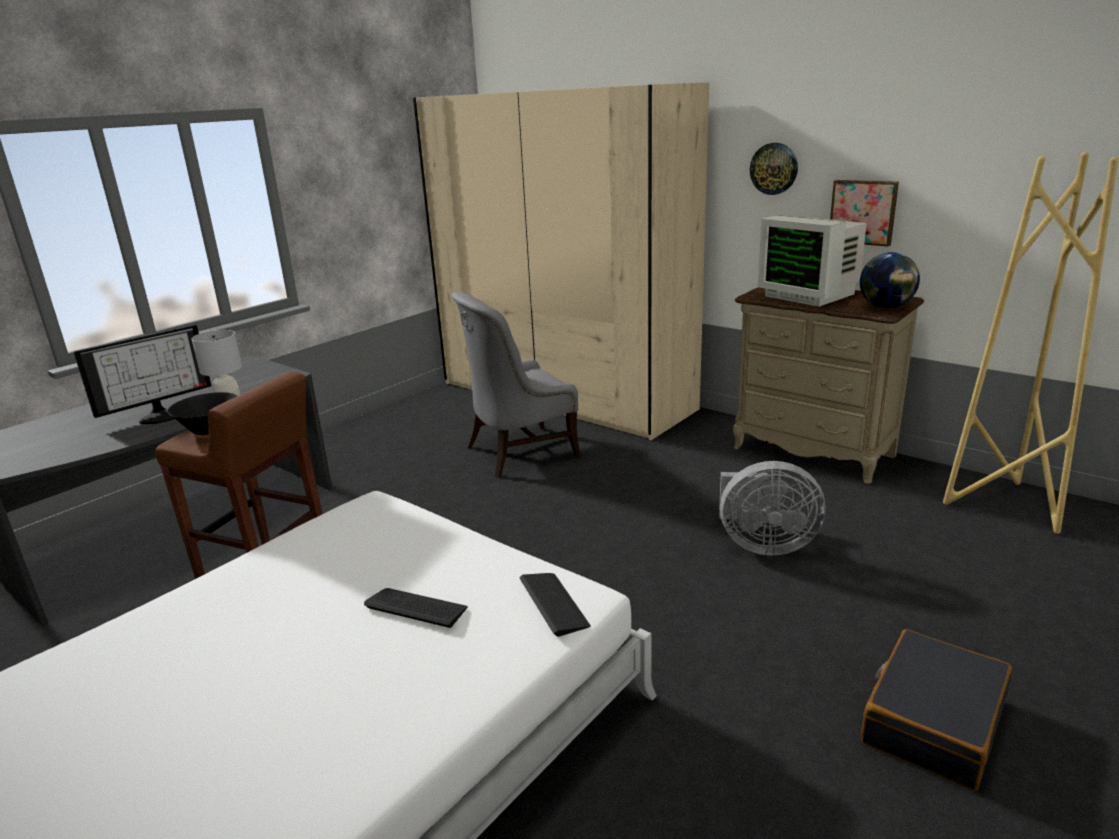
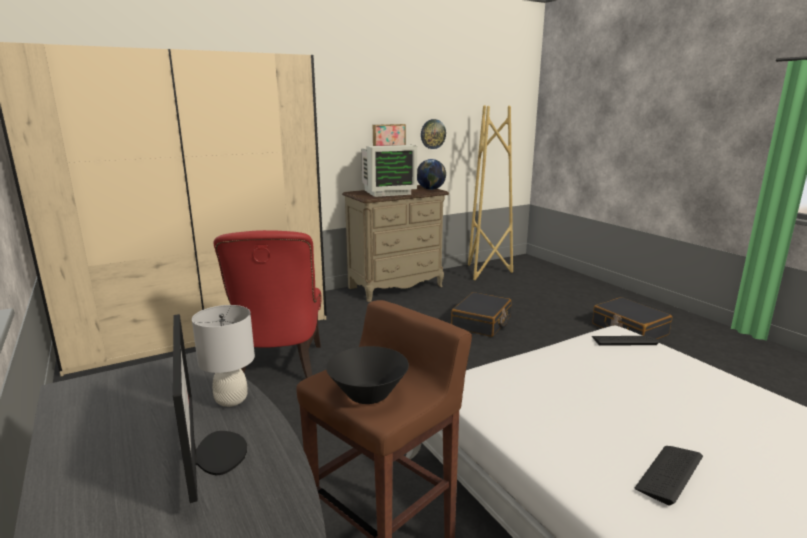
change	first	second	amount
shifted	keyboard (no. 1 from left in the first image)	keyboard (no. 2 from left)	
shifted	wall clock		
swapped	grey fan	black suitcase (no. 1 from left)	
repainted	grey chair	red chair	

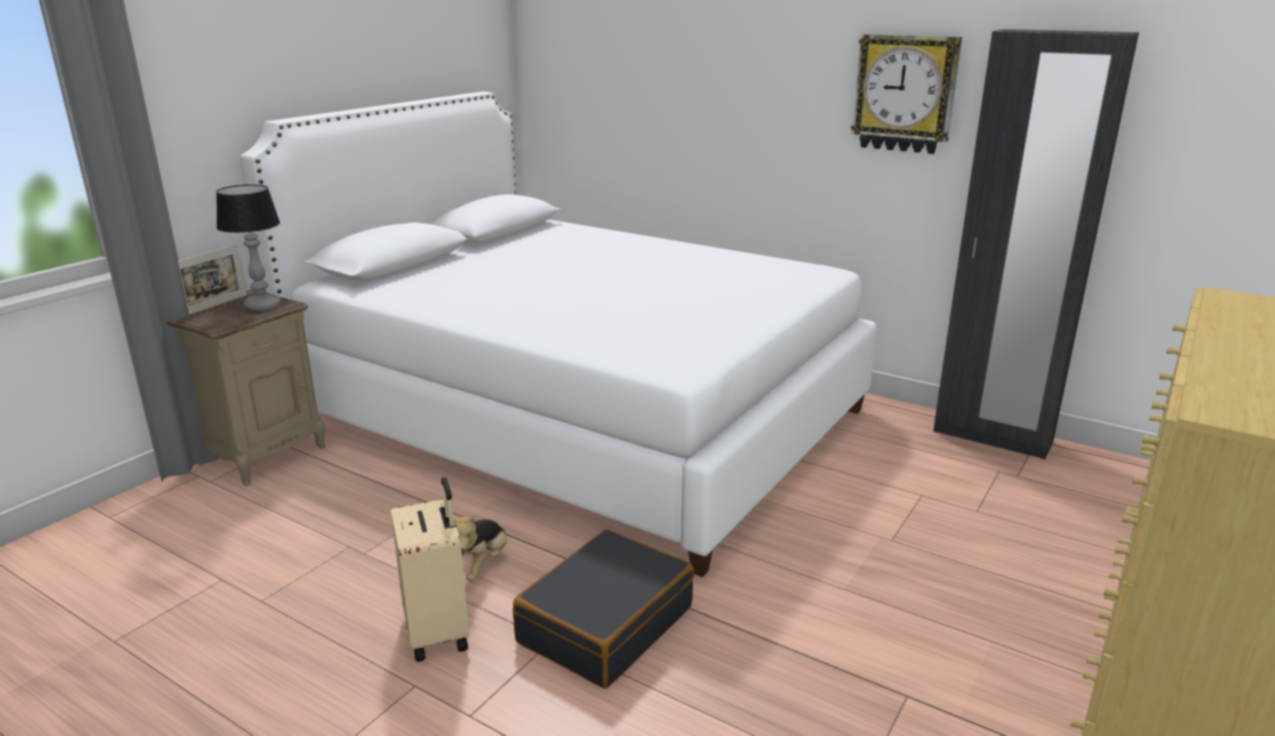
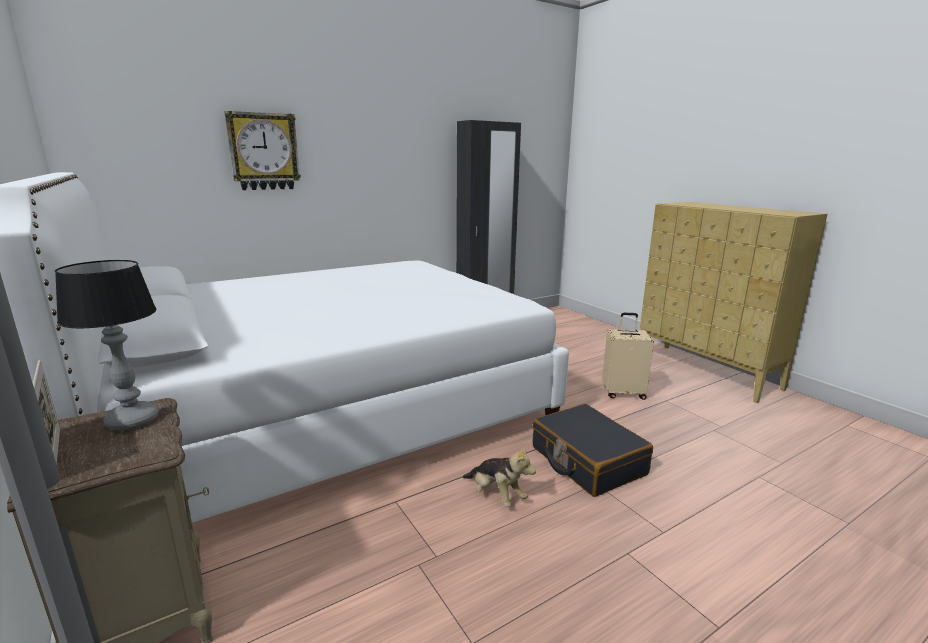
change	first	second	amount
shifted	beige suitcase		
shifted	wall clock		

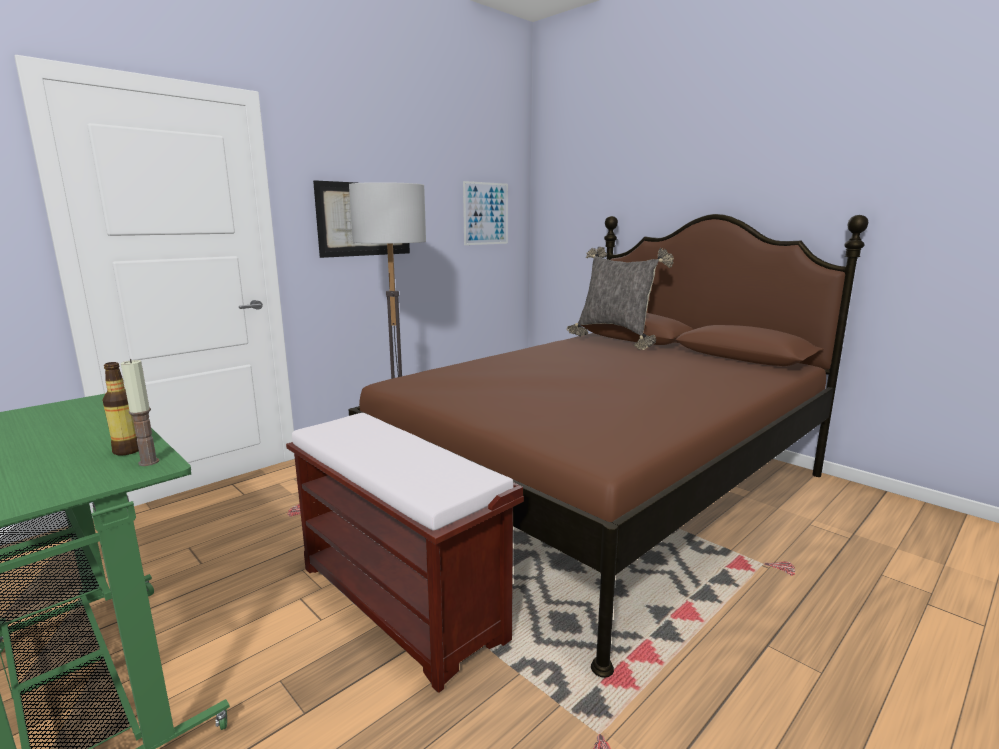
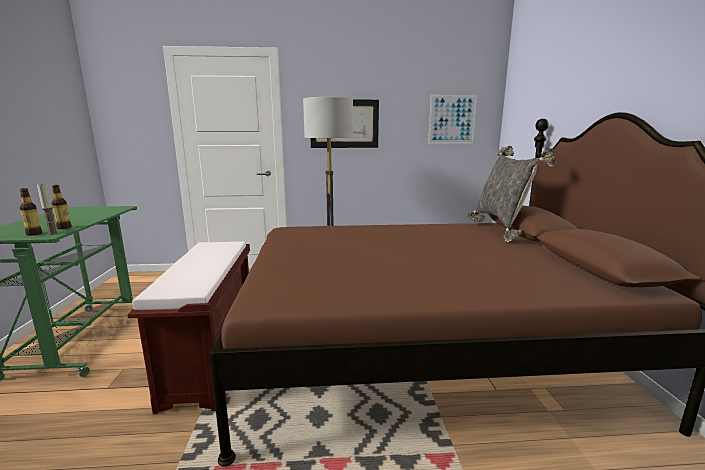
change	first	second	amount
new		bottle (no. 1 from left)	

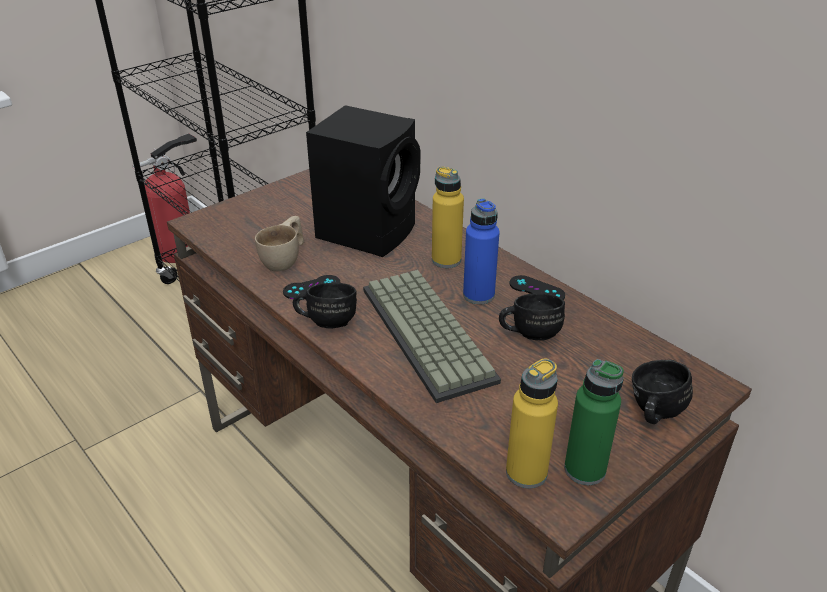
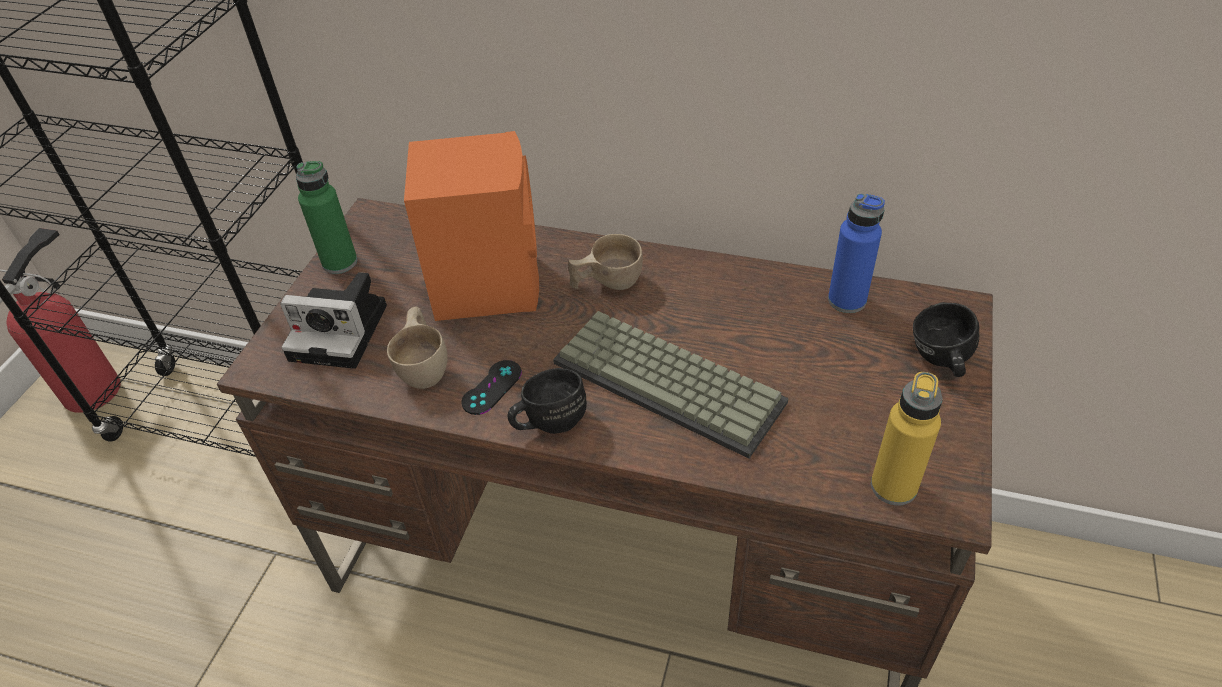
change	first	second	amount
gone	black mug (no. 2 from left)		
gone	black game controller (no. 2 from left)		
new		photo camera	
shifted	blue bottle		
shifted	green bottle		
swapped	yellow bottle (no. 1 from left)	beige cup (no. 2 from left)	
repainted	black speaker	orange speaker	

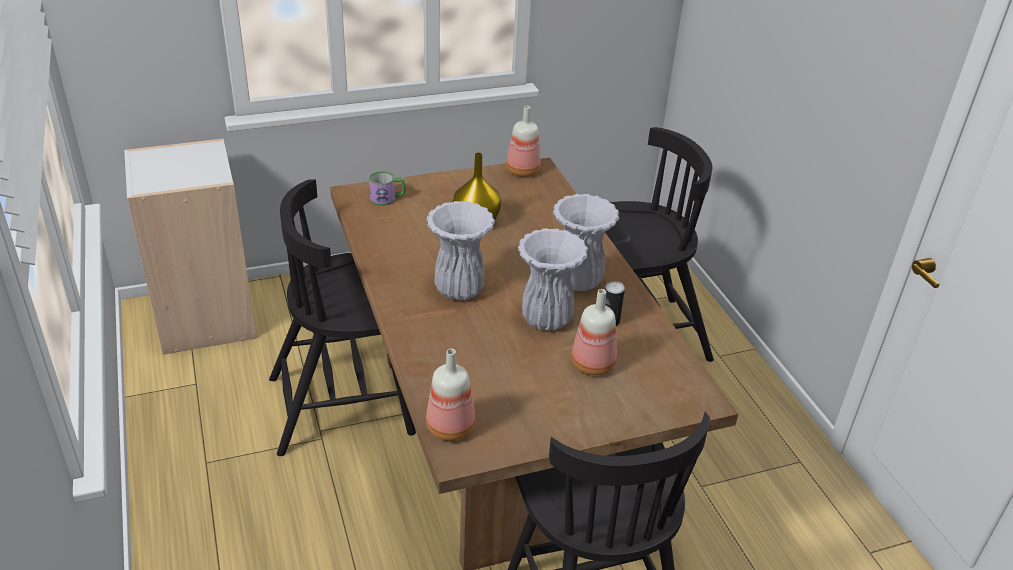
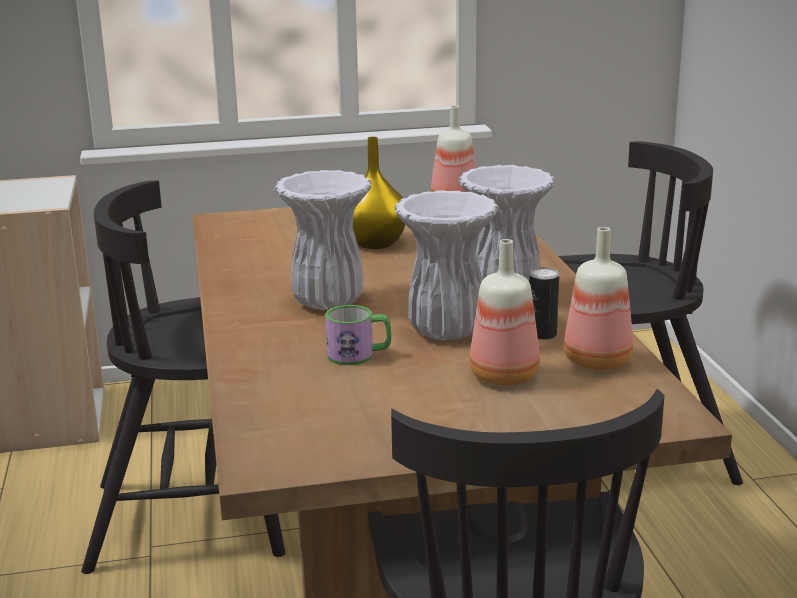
change	first	second	amount
shifted	mug		
shifted	bottle (no. 1 from left in the first image)	bottle (no. 3 from left)	

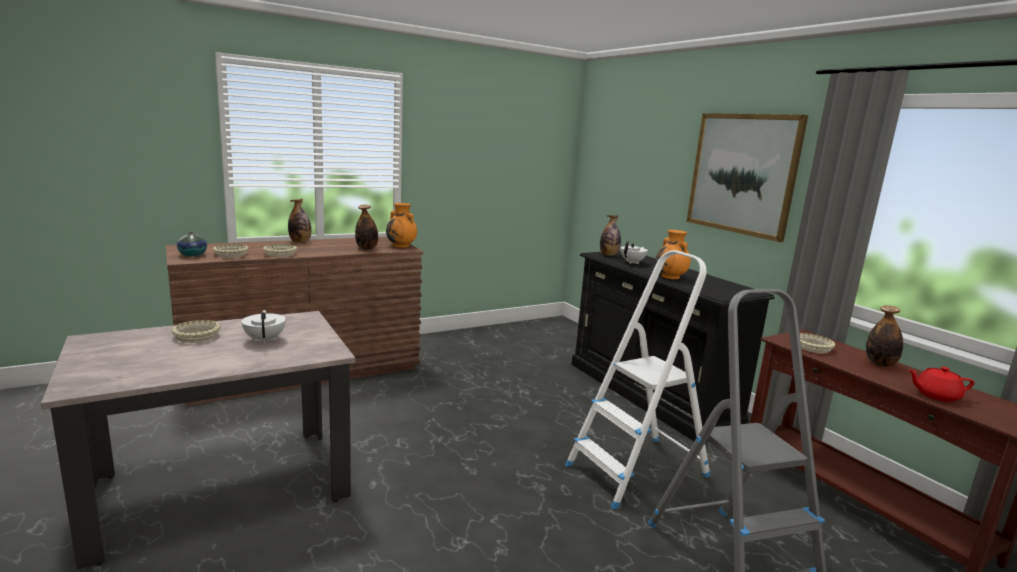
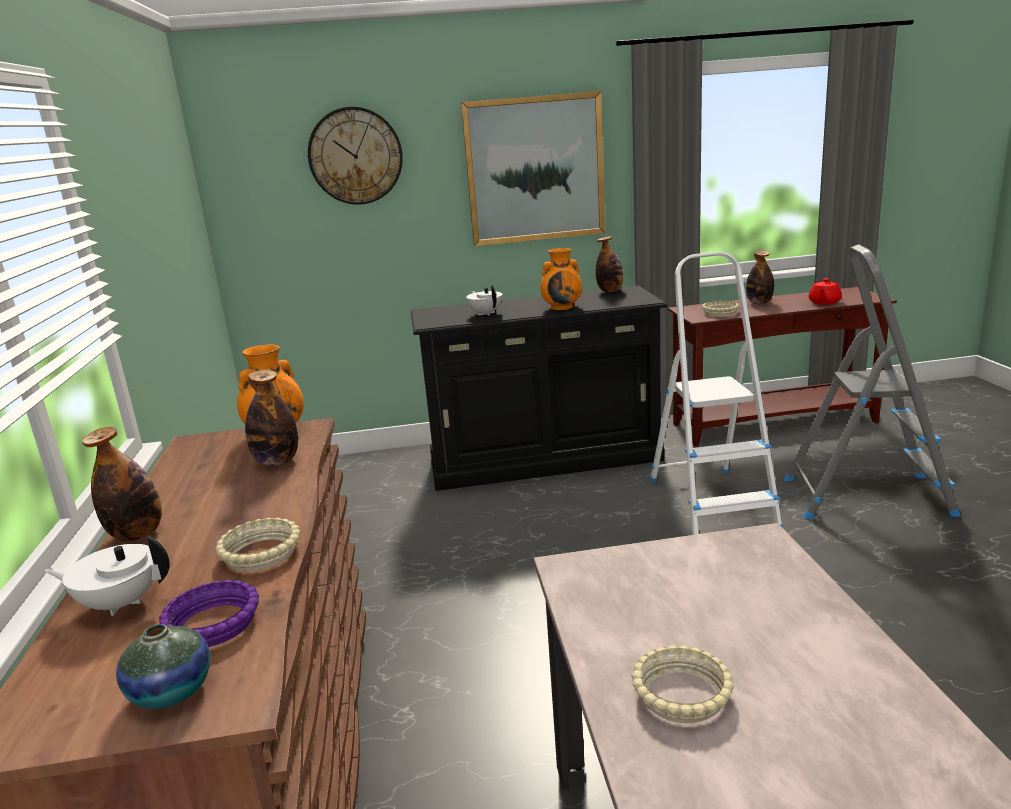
change	first	second	amount
new		wall clock	
shifted	white teapot (no. 1 from left)		
shifted	bottle (no. 3 from left)		
repainted	beige bowl (no. 2 from left)	purple bowl	

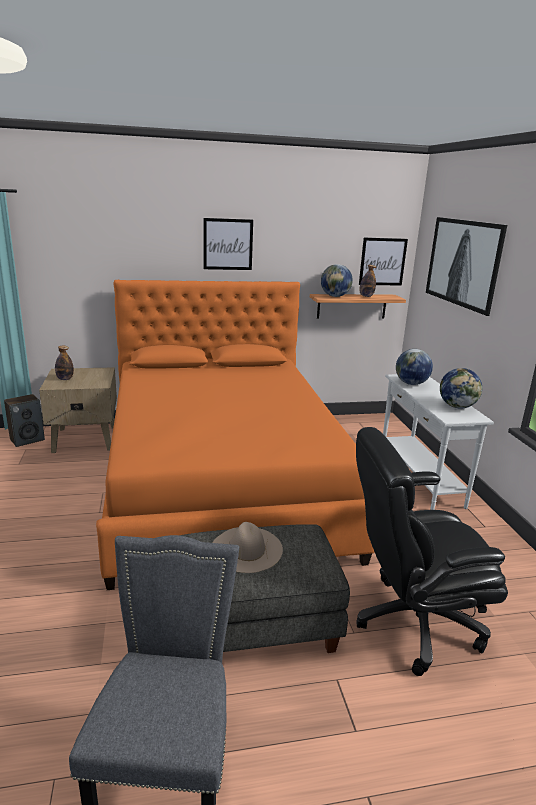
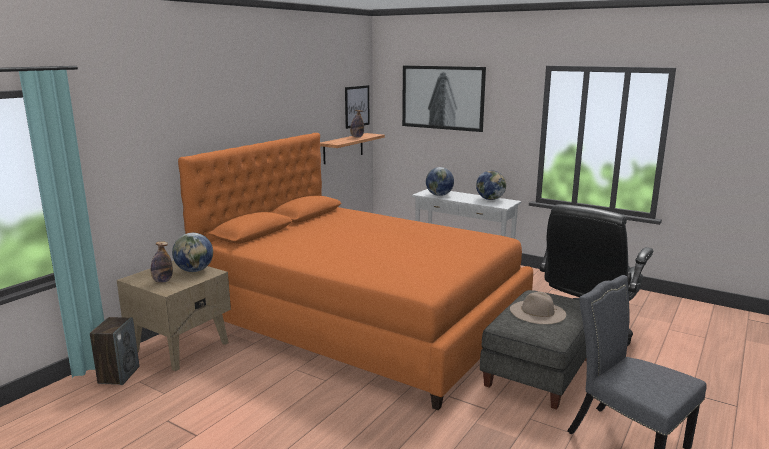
change	first	second	amount
gone	picture (no. 1 from left)		
shifted	globe (no. 1 from left)		

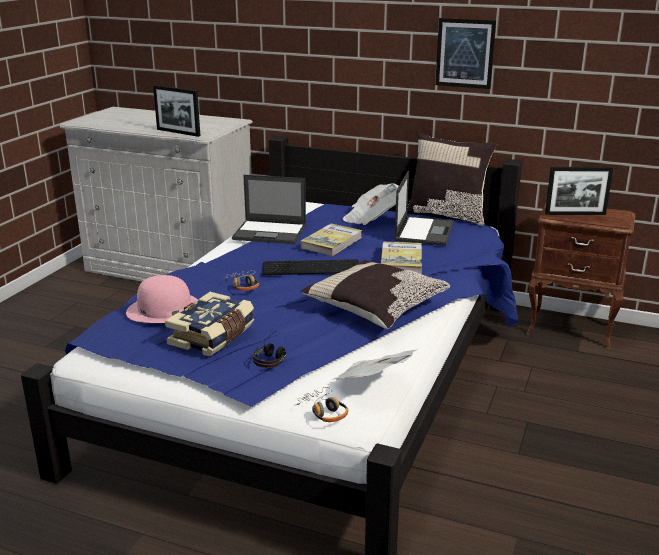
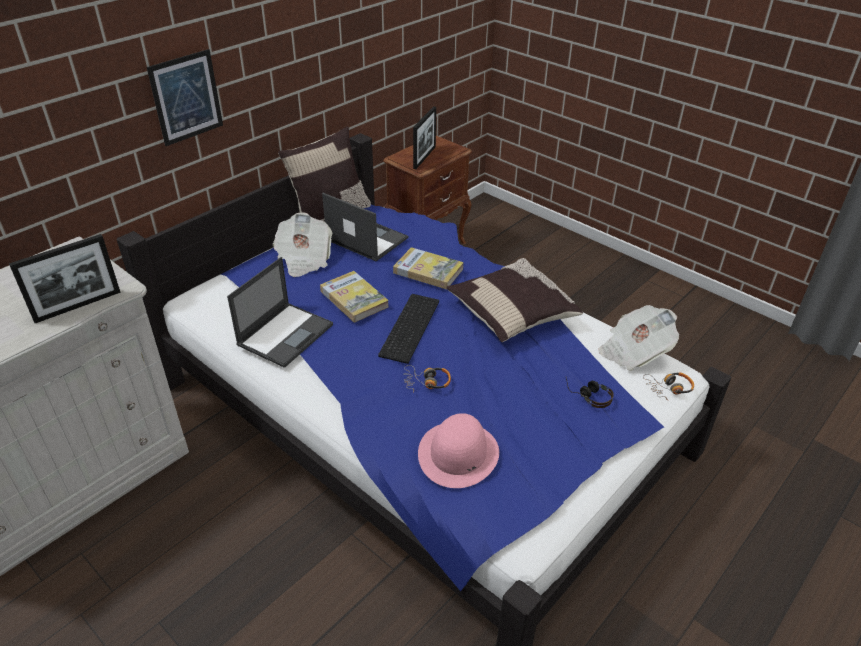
change	first	second	amount
gone	book (no. 1 from left)		
shifted	picture		

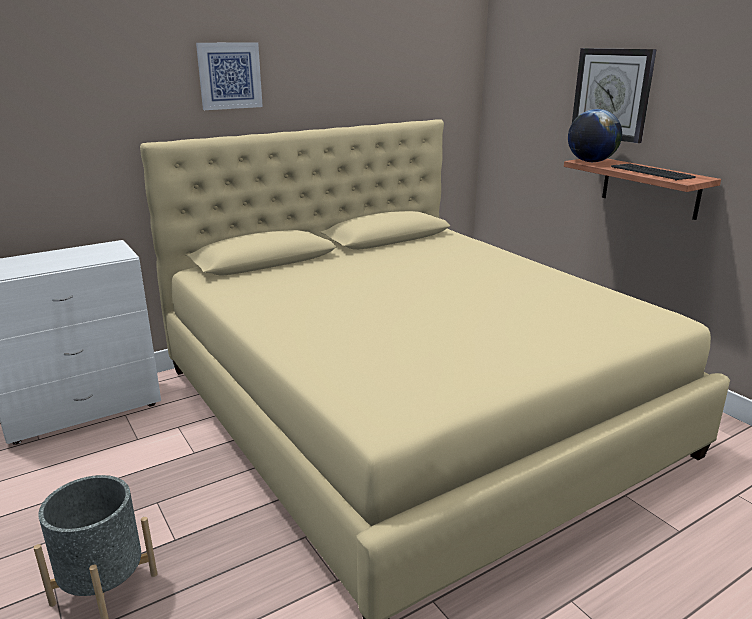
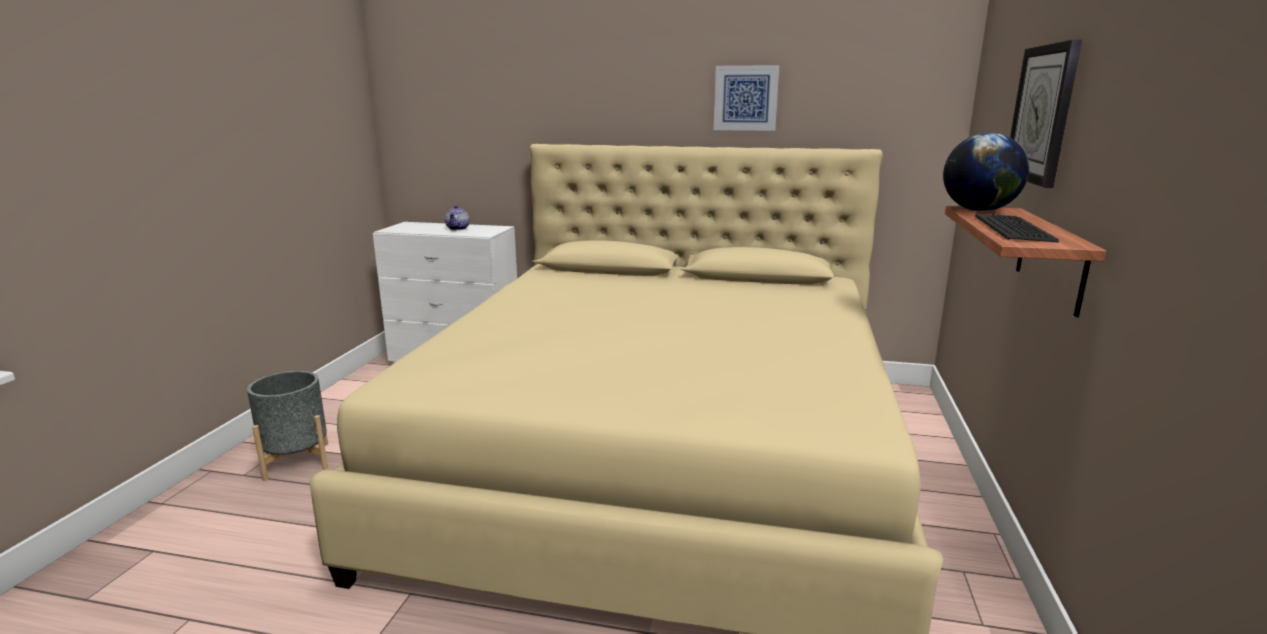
change	first	second	amount
new		teapot	
shifted	picture		

